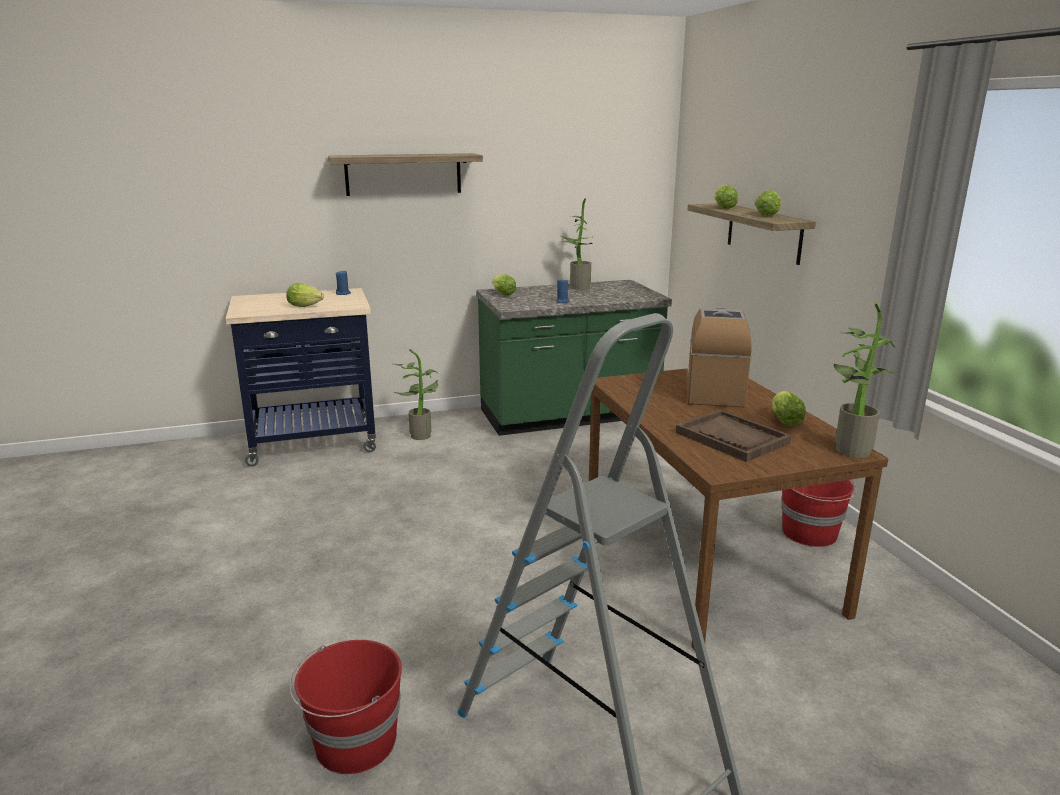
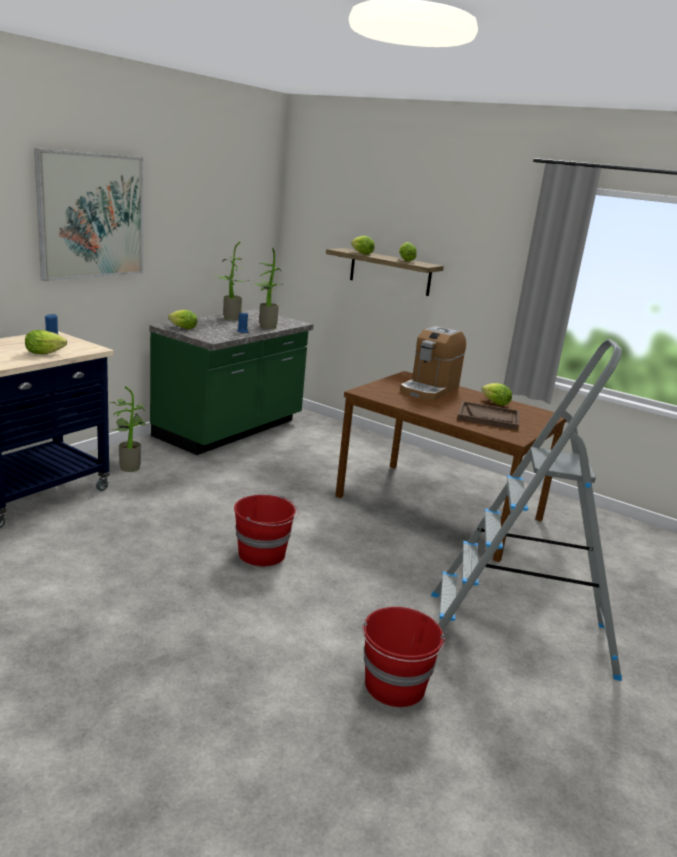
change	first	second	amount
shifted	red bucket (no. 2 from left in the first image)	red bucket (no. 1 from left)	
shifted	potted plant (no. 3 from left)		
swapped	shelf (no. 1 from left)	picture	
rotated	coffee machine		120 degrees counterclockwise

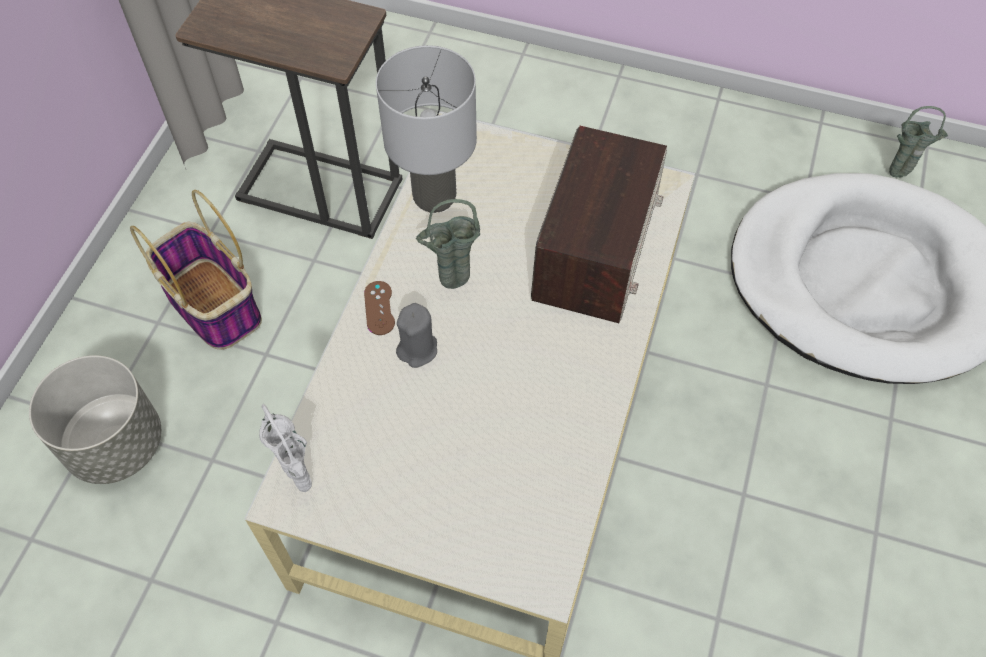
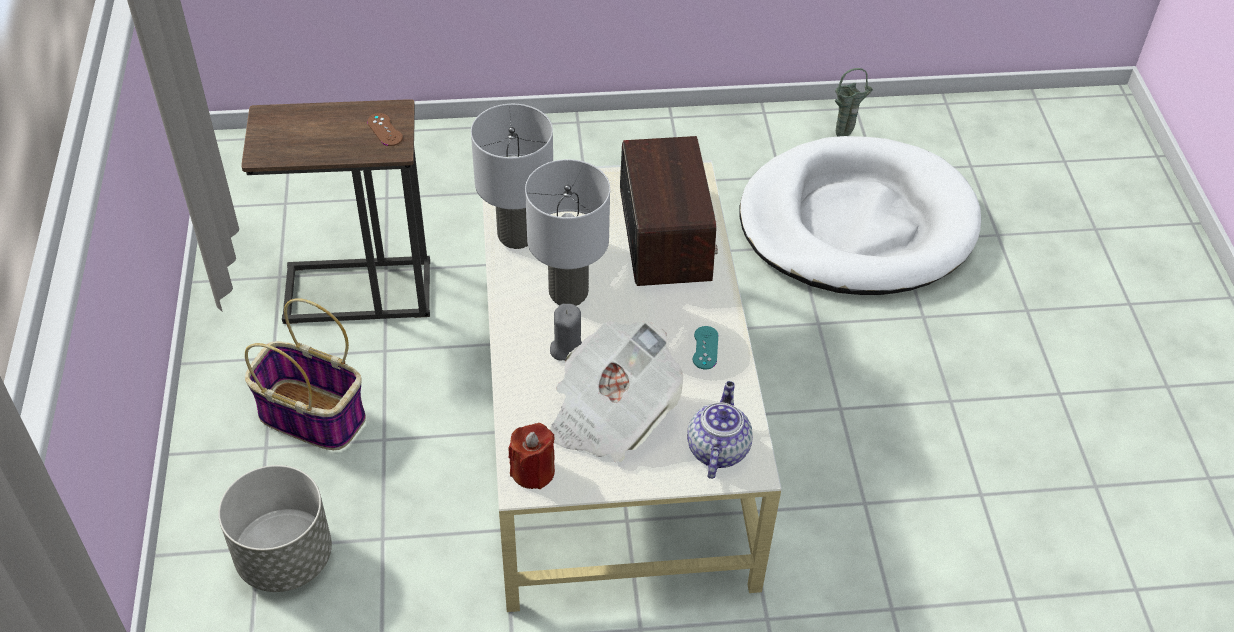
change	first	second	amount
new		newspaper	
new		teapot	
new		turquoise game controller	
shifted	brown game controller		
swapped	white vase	red candle	
swapped	green vase (no. 1 from left)	white table lamp (no. 2 from left)	

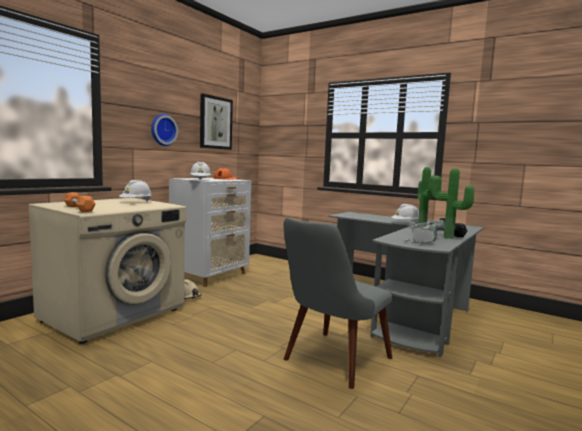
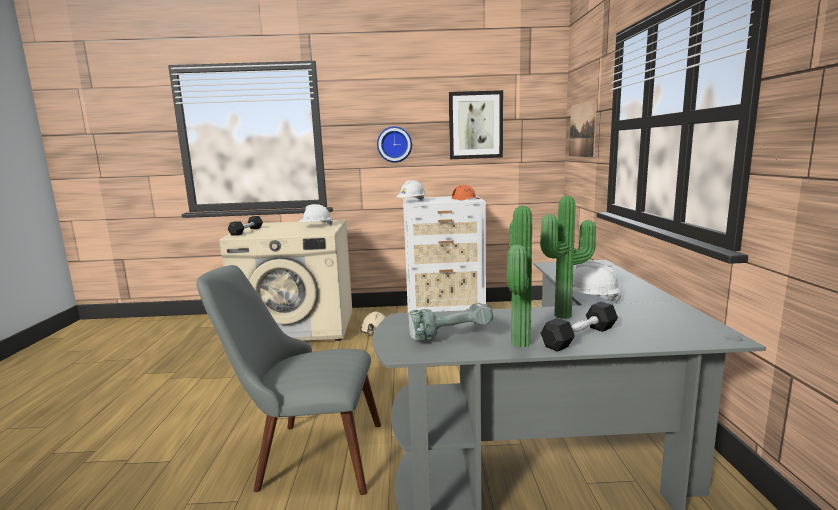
change	first	second	amount
new		picture (no. 2 from left)	
repainted	orange dumbbell	black dumbbell (no. 1 from left)	

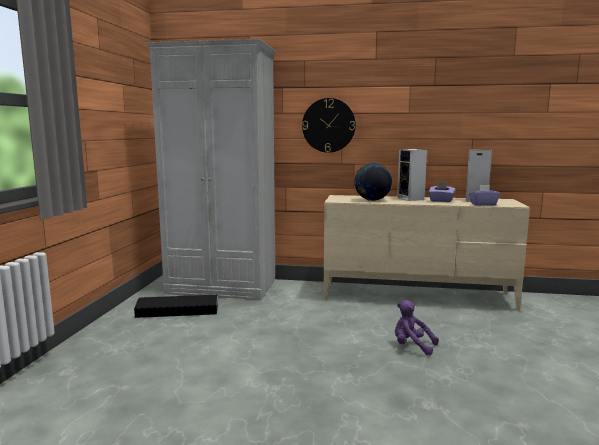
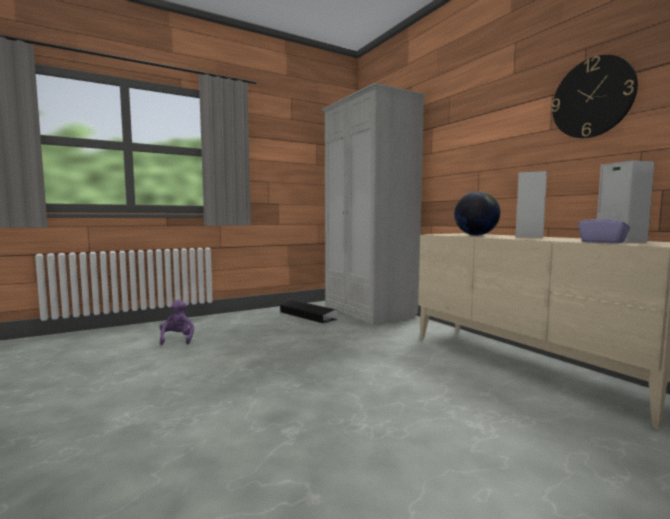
change	first	second	amount
gone	purple tissue box (no. 1 from left)		
shifted	wall clock		
shifted	purple plush toy		

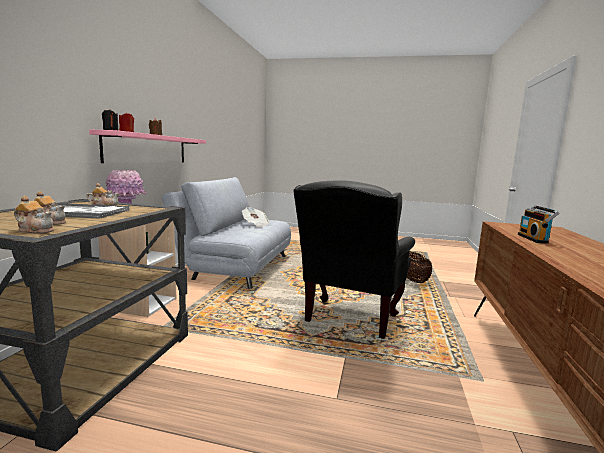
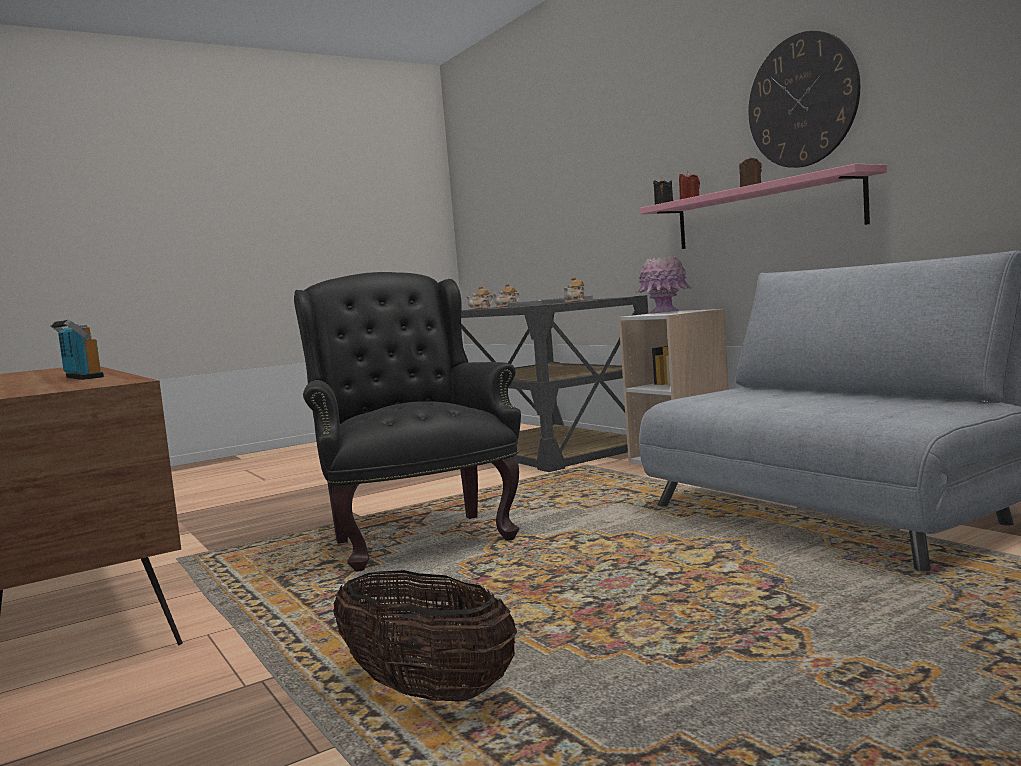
change	first	second	amount
gone	newspaper		
new		wall clock	

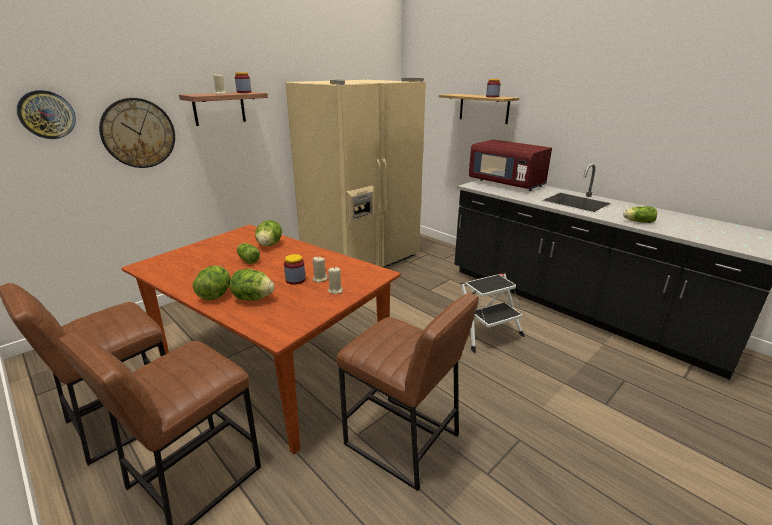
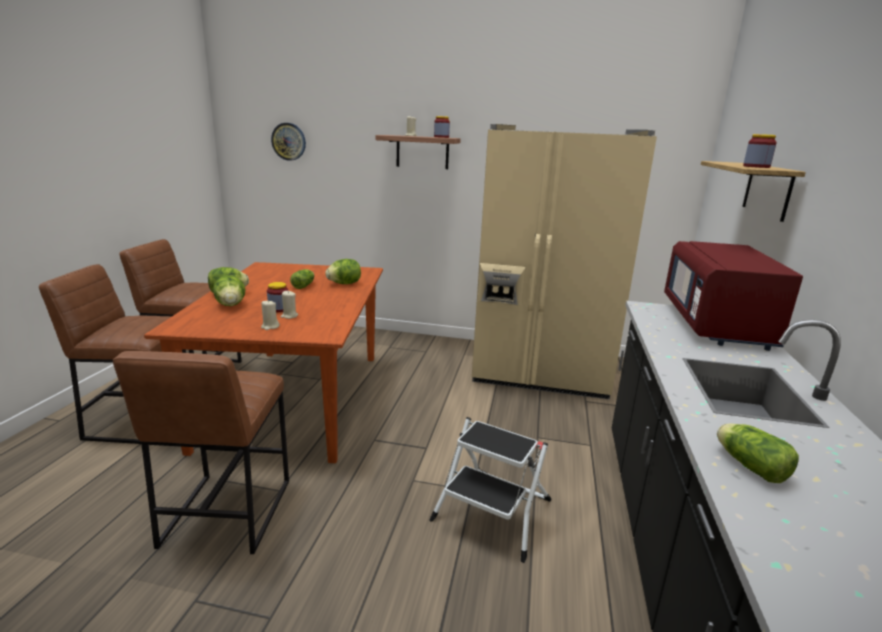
change	first	second	amount
gone	wall clock (no. 2 from left)		

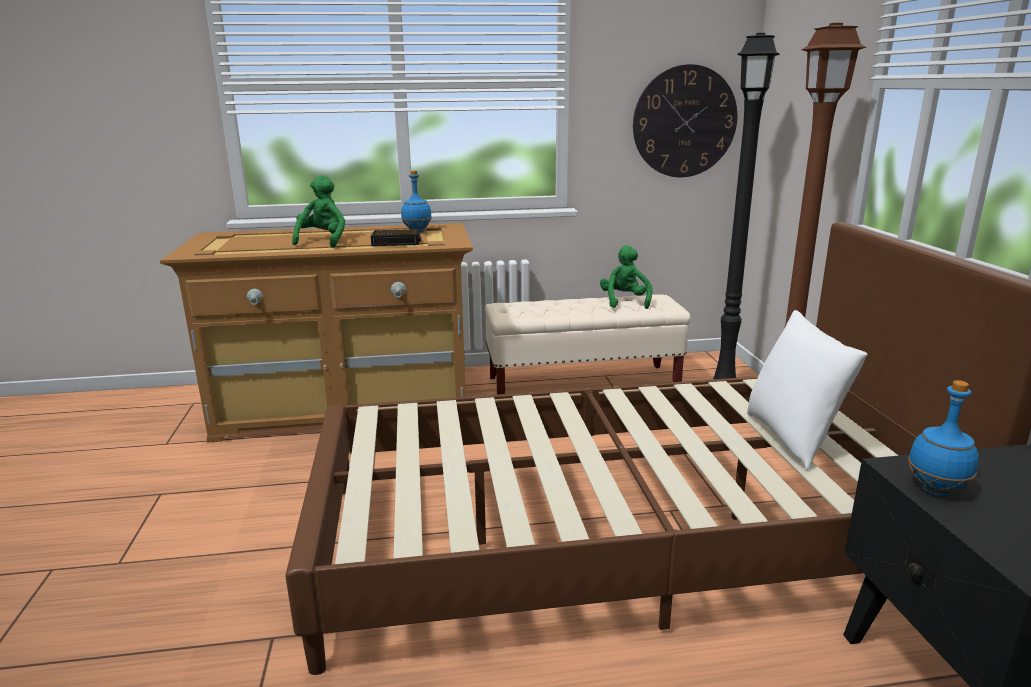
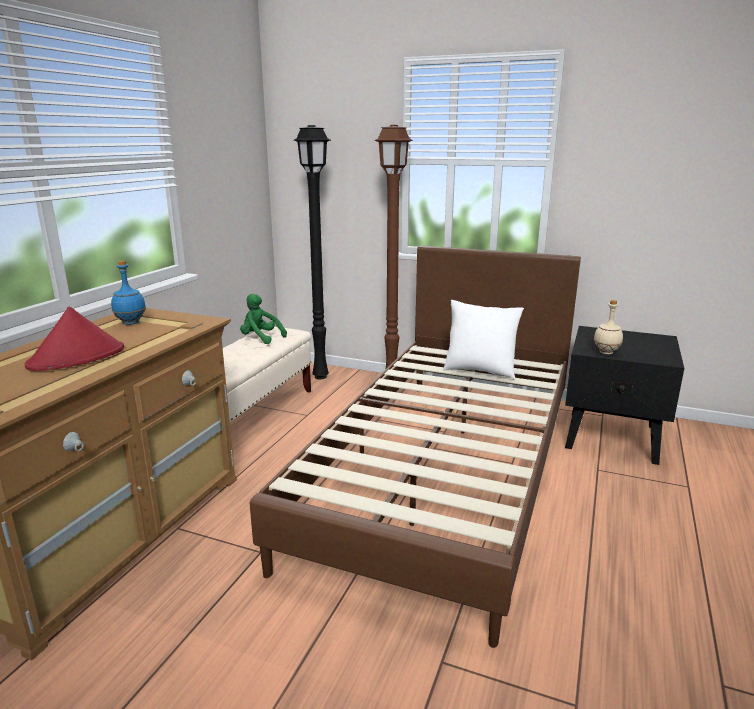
change	first	second	amount
gone	alarm clock		
gone	wall clock		
swapped	green plush toy (no. 1 from left)	red hat	
repainted	blue bottle (no. 2 from left)	beige bottle	

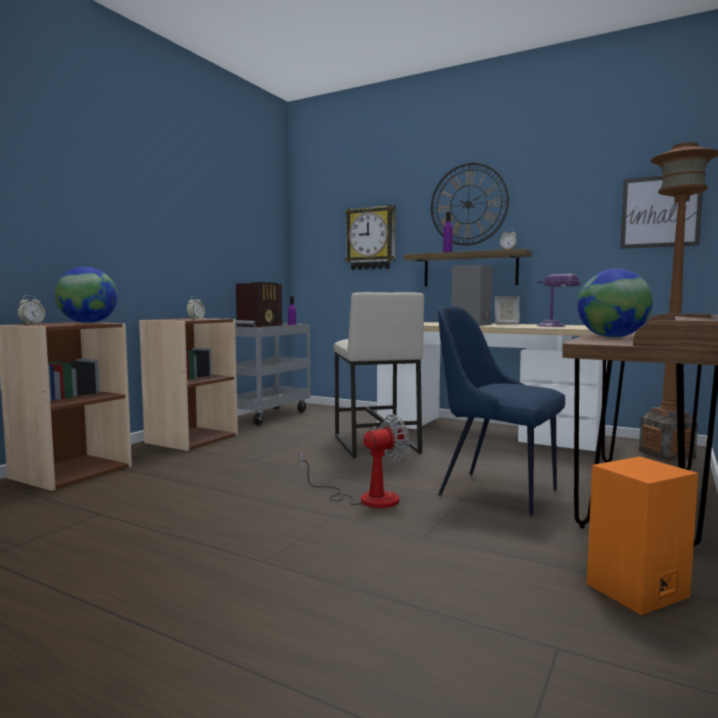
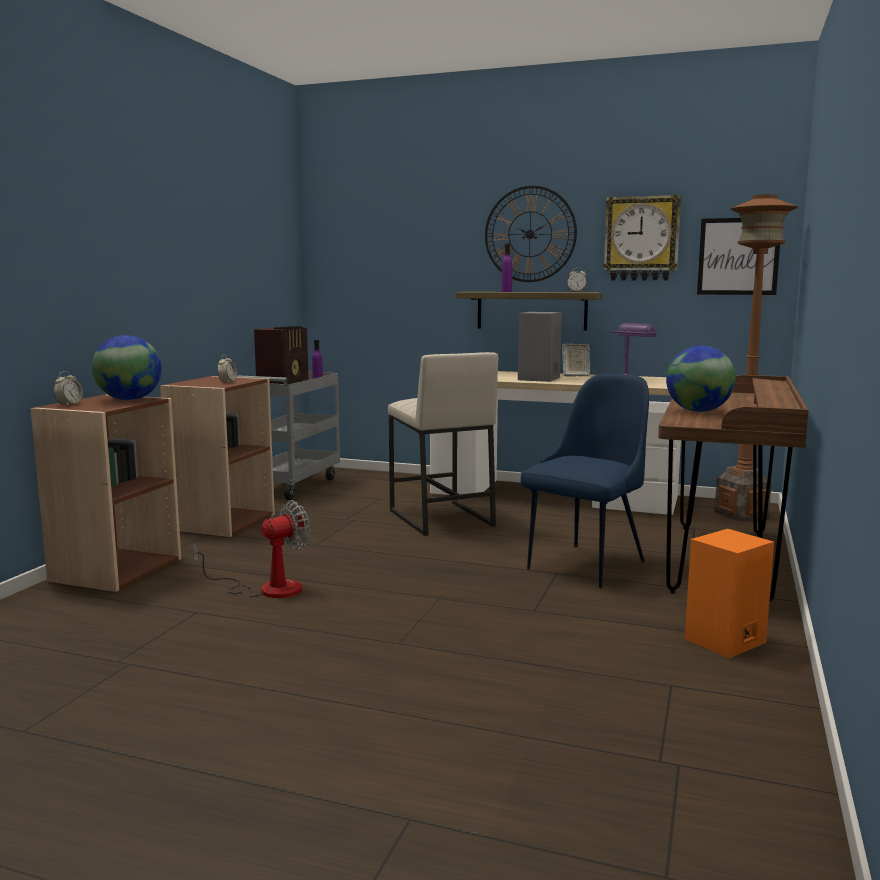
change	first	second	amount
shifted	fan		
shifted	wall clock (no. 1 from left in the first image)	wall clock (no. 2 from left)	
rotated	blue chair		105 degrees clockwise

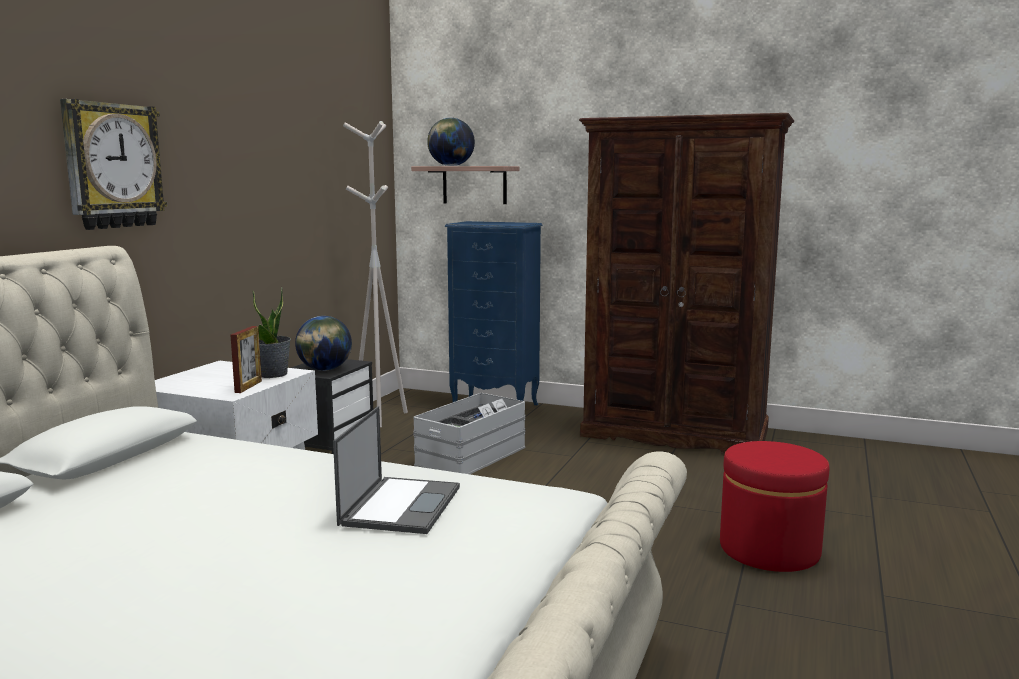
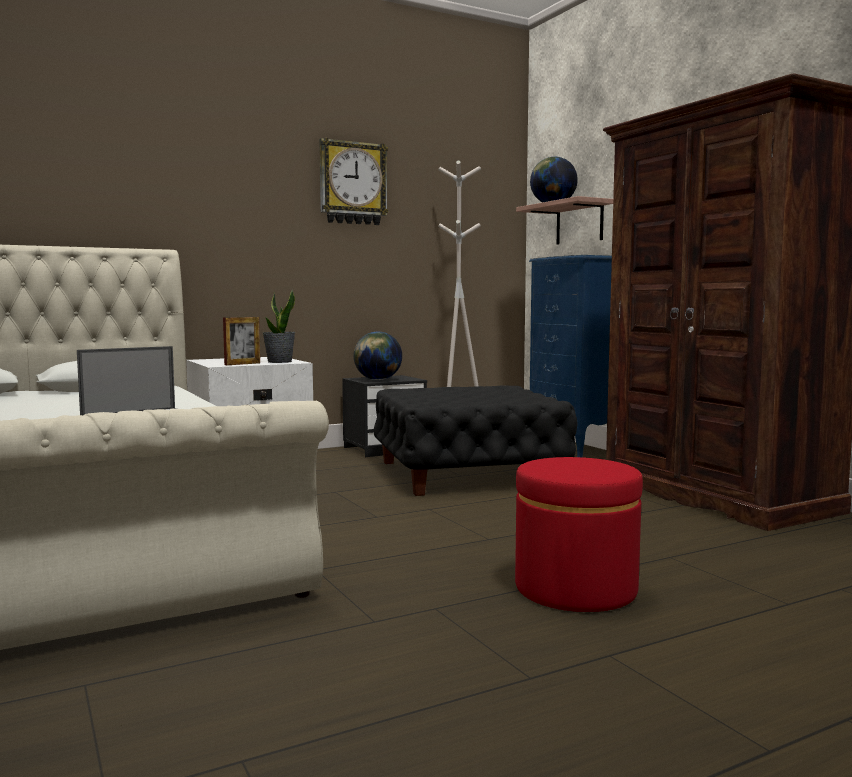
change	first	second	amount
shifted	wall clock		
swapped	grey storage box	black ottoman	

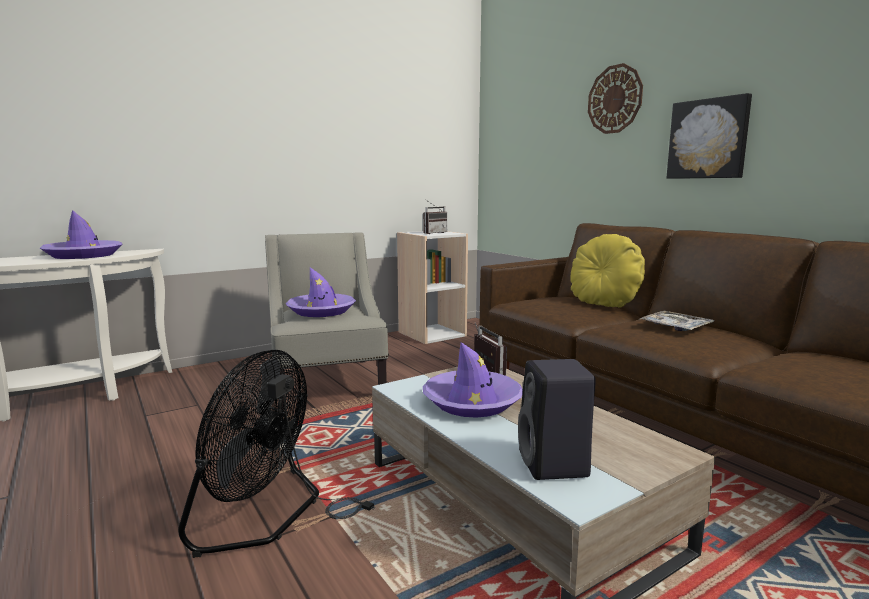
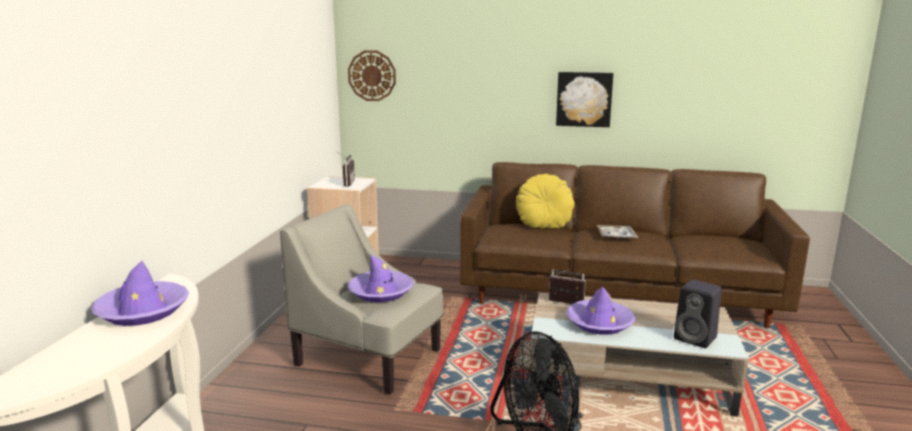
change	first	second	amount
shifted	wall clock		

